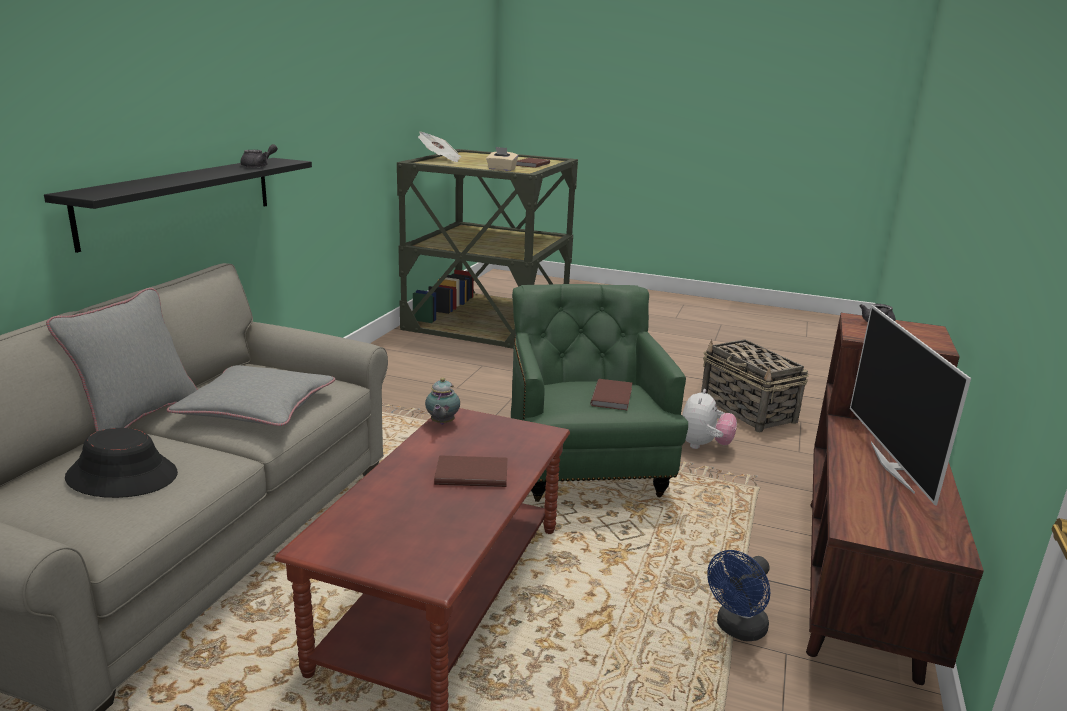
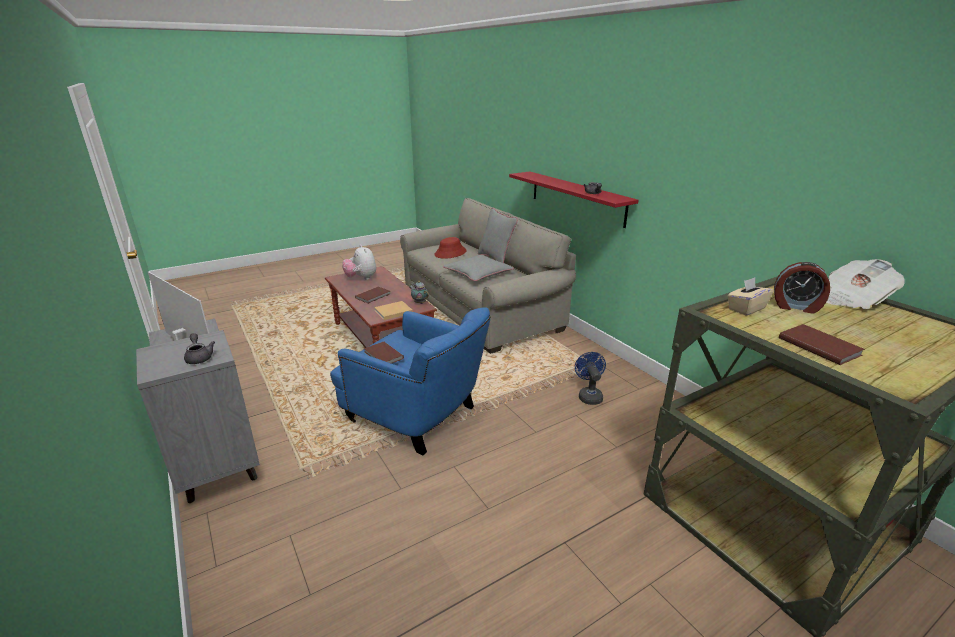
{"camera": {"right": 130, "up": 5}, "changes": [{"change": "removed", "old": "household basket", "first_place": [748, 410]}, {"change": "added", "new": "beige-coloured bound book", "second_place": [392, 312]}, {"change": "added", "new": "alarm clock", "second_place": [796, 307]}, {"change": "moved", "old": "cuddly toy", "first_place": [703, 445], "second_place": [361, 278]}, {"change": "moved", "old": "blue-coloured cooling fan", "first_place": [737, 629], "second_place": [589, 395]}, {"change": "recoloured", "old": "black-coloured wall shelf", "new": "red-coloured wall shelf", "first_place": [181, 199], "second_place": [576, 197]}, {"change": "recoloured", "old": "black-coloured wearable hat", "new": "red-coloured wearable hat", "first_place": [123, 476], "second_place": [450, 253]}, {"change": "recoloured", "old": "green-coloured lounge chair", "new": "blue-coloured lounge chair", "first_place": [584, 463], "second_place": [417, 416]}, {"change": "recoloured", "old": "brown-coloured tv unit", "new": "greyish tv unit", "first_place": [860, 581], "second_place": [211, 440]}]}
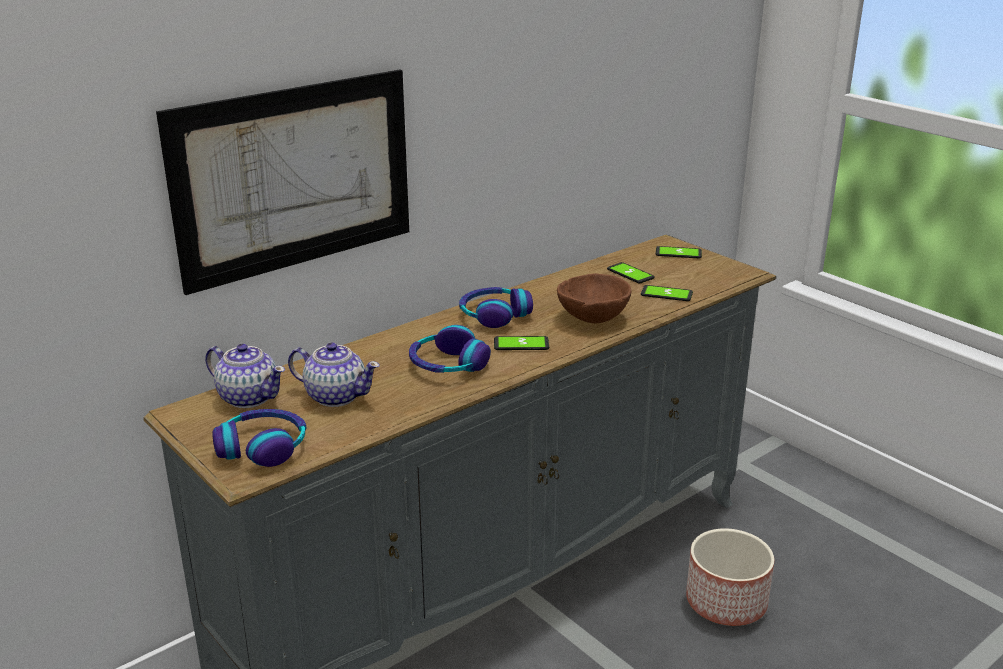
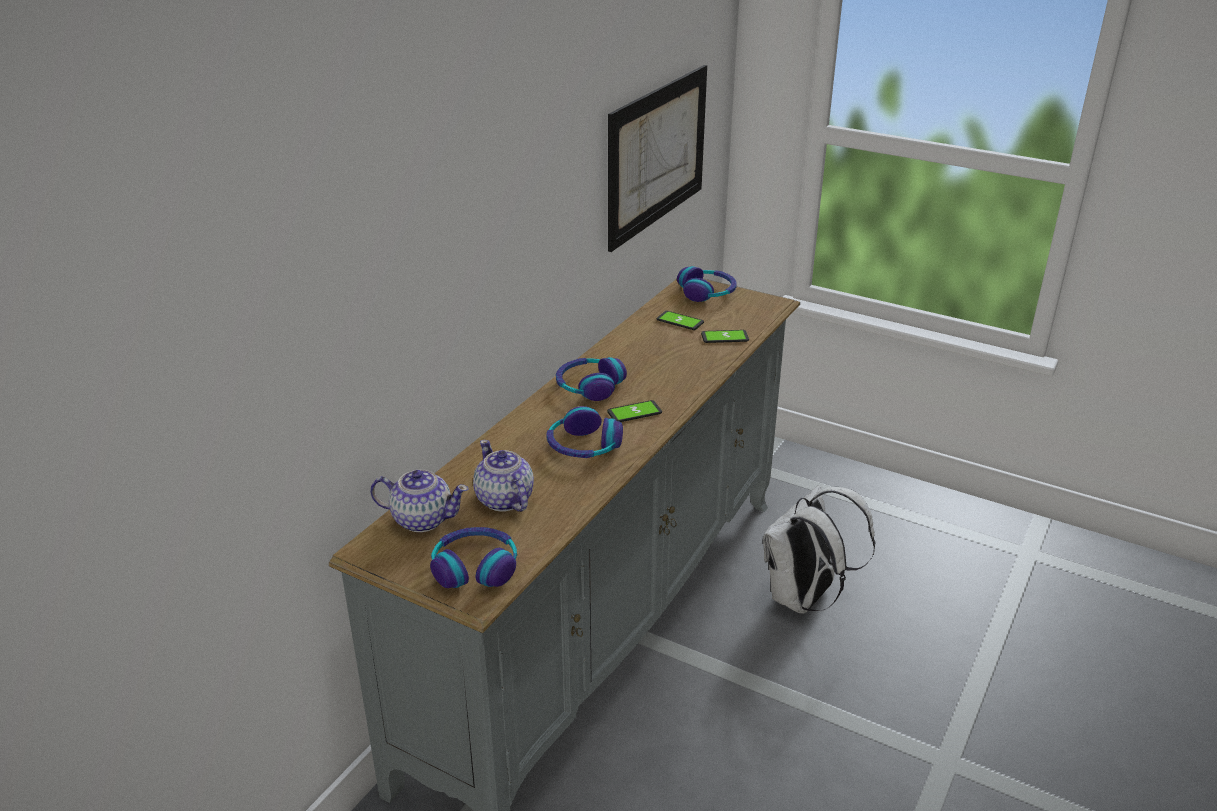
{"camera": {"right": -20, "up": 5}, "changes": [{"change": "removed", "old": "brown-coloured deep dish", "first_place": [592, 318]}, {"change": "moved", "old": "picture", "first_place": [295, 177], "second_place": [657, 154]}, {"change": "replaced", "old": "phone", "new": "headset", "first_place": [678, 253], "second_place": [707, 292]}, {"change": "replaced", "old": "flower pot", "new": "whitish rucksack", "first_place": [726, 603], "second_place": [804, 598]}, {"change": "turned", "old": "pot for tea", "first_place": [335, 396], "second_place": [504, 500], "degrees": -120}]}
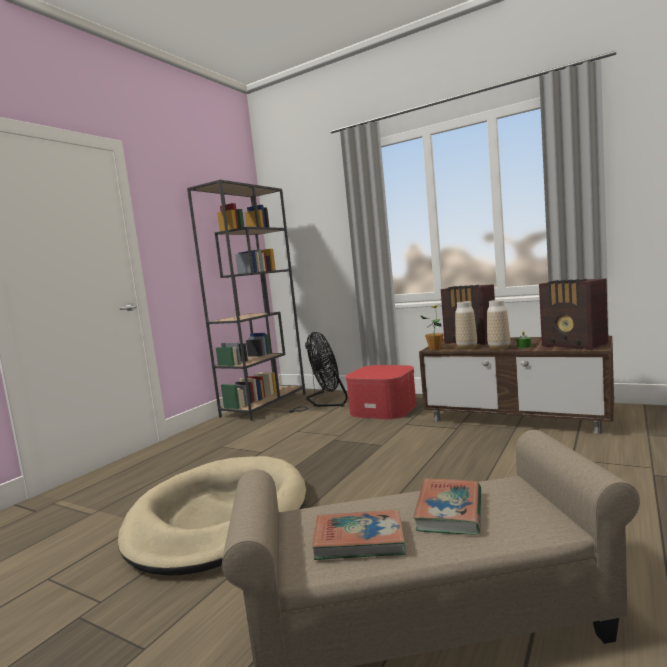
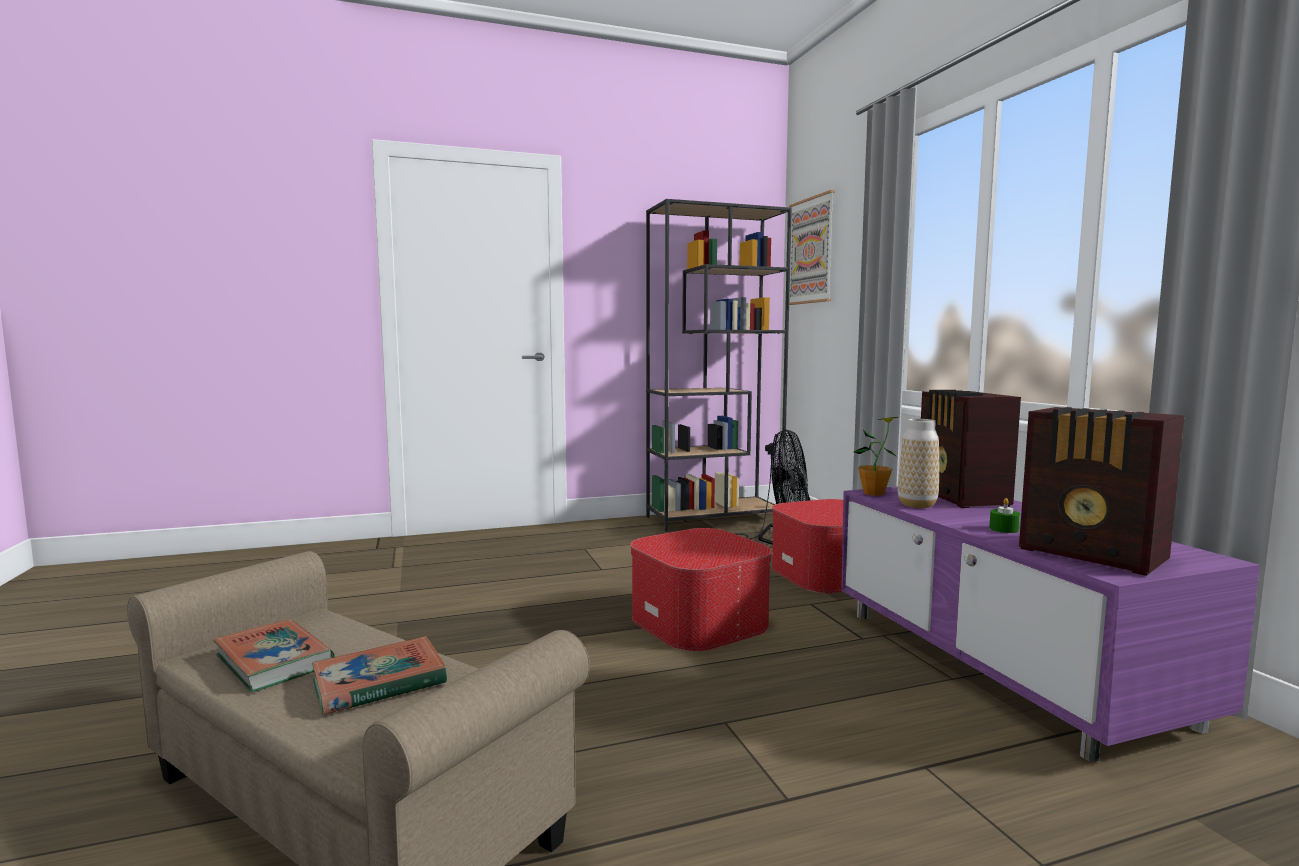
{"camera": {"right": 40, "up": 0}, "changes": [{"change": "removed", "old": "beige-coloured pet bed", "first_place": [219, 518]}, {"change": "removed", "old": "flower vase", "first_place": [499, 348]}, {"change": "added", "new": "footrest", "second_place": [699, 621]}, {"change": "added", "new": "picture", "second_place": [811, 251]}, {"change": "recoloured", "old": "brown-coloured tv unit", "new": "purplish tv unit", "first_place": [518, 416], "second_place": [1001, 665]}, {"change": "turned", "old": "radio receiver", "first_place": [575, 345], "second_place": [1094, 555], "degrees": -45}]}
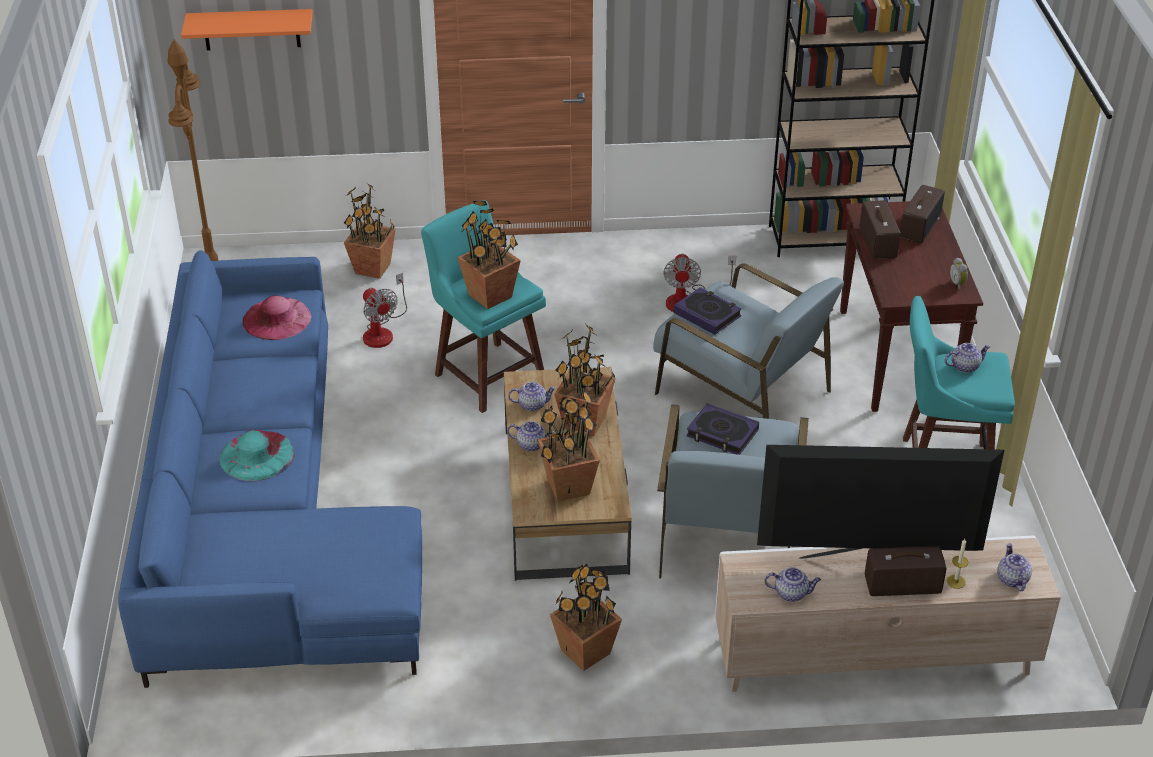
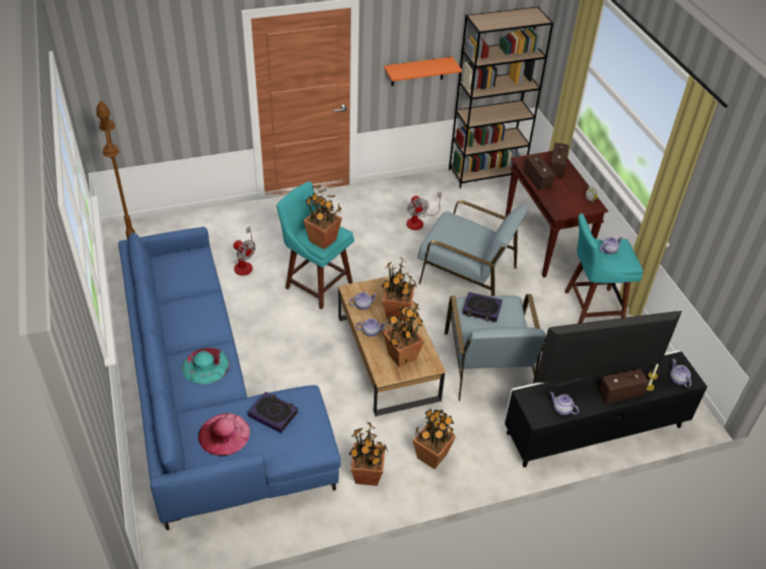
{"camera": {"right": -15, "up": 5}, "changes": [{"change": "moved", "old": "orangey wall shelf", "first_place": [251, 29], "second_place": [417, 71]}, {"change": "moved", "old": "pink wearable hat", "first_place": [277, 319], "second_place": [224, 434]}, {"change": "moved", "old": "plant in a pot", "first_place": [372, 269], "second_place": [367, 476]}, {"change": "moved", "old": "bound book", "first_place": [707, 314], "second_place": [273, 414]}, {"change": "recoloured", "old": "beige-coloured tv unit", "new": "black-coloured tv unit", "first_place": [873, 656], "second_place": [594, 430]}, {"change": "turned", "old": "pot for tea", "first_place": [791, 593], "second_place": [561, 409], "degrees": -135}]}
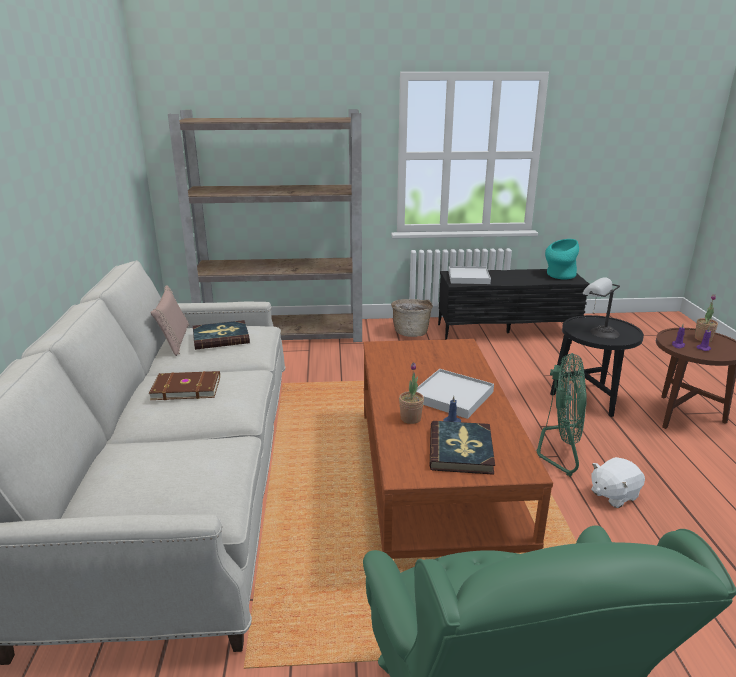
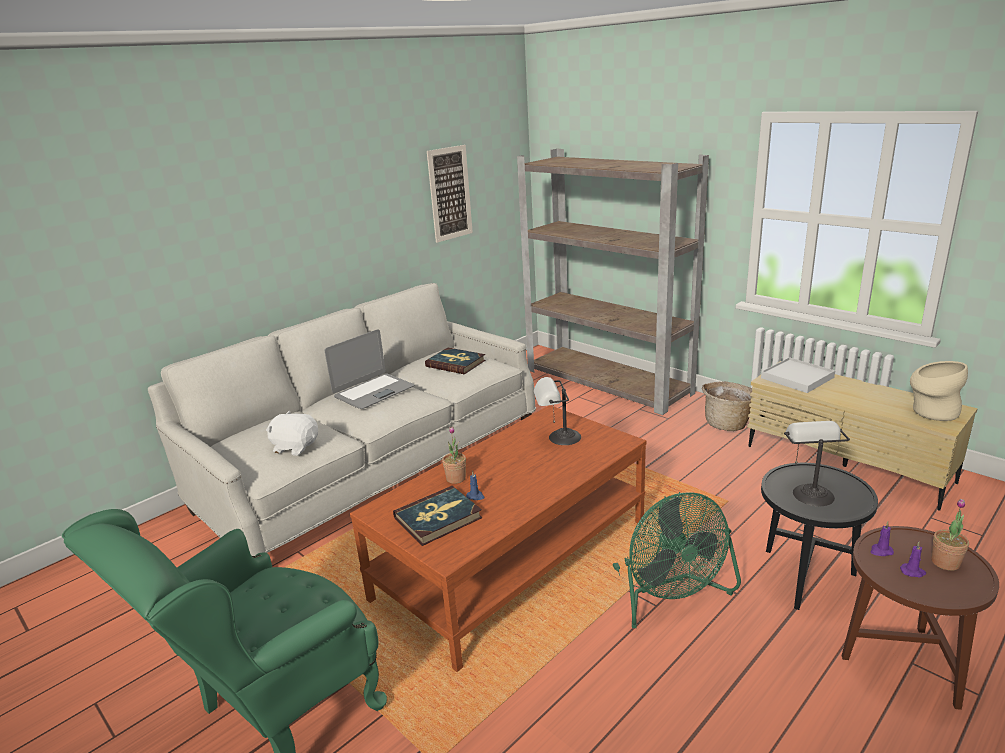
{"camera": {"right": 50, "up": 0}, "changes": [{"change": "removed", "old": "beige-coloured throw pillow", "first_place": [174, 340]}, {"change": "removed", "old": "whitish carrying tray", "first_place": [452, 396]}, {"change": "added", "new": "picture", "second_place": [450, 193]}, {"change": "added", "new": "tabletop lamp", "second_place": [558, 438]}, {"change": "moved", "old": "whitish cuddly toy", "first_place": [613, 494], "second_place": [295, 447]}, {"change": "replaced", "old": "brown-coloured bound book", "new": "laptop", "first_place": [186, 388], "second_place": [373, 392]}, {"change": "recoloured", "old": "black-coloured tv unit", "new": "beige-coloured tv unit", "first_place": [507, 332], "second_place": [846, 465]}, {"change": "recoloured", "old": "turquoise flower vase", "new": "beige-coloured flower vase", "first_place": [558, 276], "second_place": [930, 412]}]}
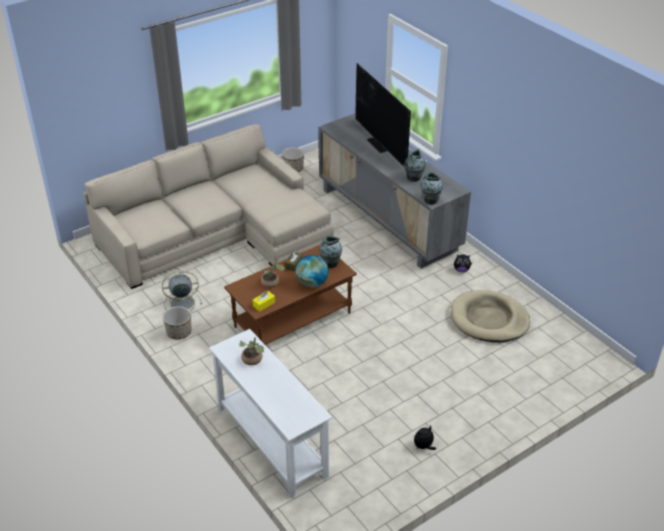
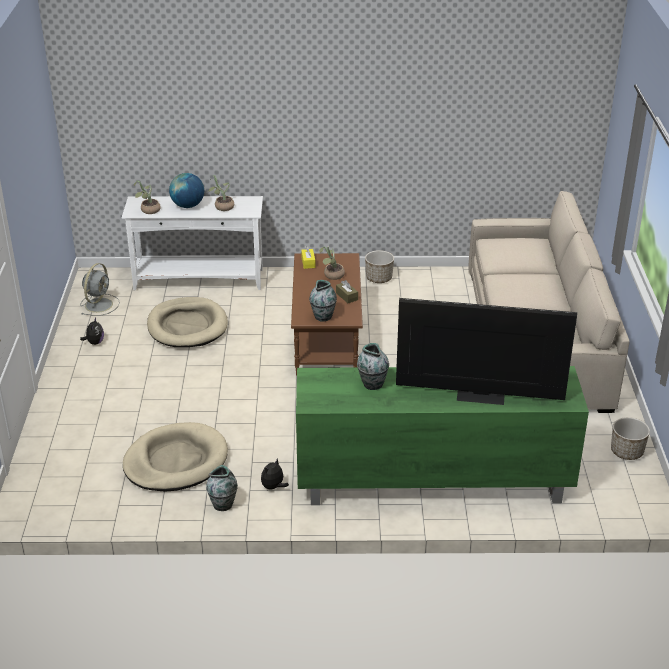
{"camera": {"right": 125, "up": -5}, "changes": [{"change": "added", "new": "plant in a pot", "second_place": [148, 210]}, {"change": "added", "new": "beige-coloured pet bed", "second_place": [187, 326]}, {"change": "moved", "old": "greyish cooling fan", "first_place": [181, 303], "second_place": [99, 304]}, {"change": "moved", "old": "desk globe", "first_place": [312, 283], "second_place": [188, 206]}, {"change": "moved", "old": "flower vase", "first_place": [430, 200], "second_place": [223, 504]}, {"change": "recoloured", "old": "greyish tv unit", "new": "green-coloured tv unit", "first_place": [388, 219], "second_place": [432, 479]}]}
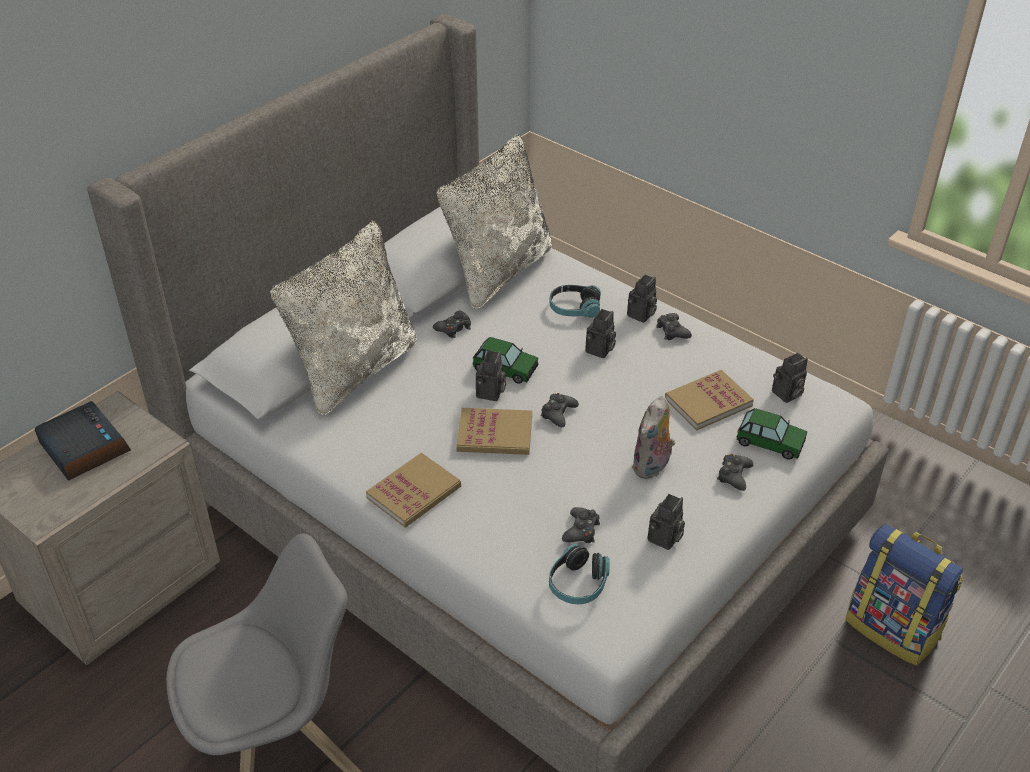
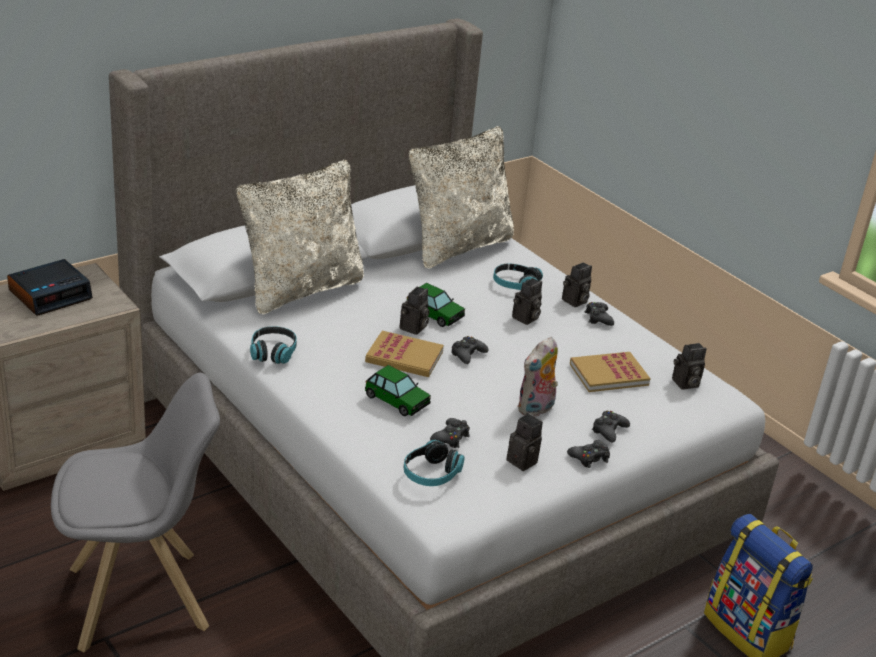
{"camera": {"right": 10, "up": -10}, "changes": [{"change": "removed", "old": "bound book", "first_place": [414, 492]}, {"change": "added", "new": "headset", "second_place": [273, 352]}, {"change": "moved", "old": "black-coloured gamepad", "first_place": [454, 328], "second_place": [589, 457]}, {"change": "moved", "old": "miniature car", "first_place": [770, 442], "second_place": [397, 400]}, {"change": "turned", "old": "alarm clock", "first_place": [83, 448], "second_place": [51, 294], "degrees": 75}, {"change": "turned", "old": "still camera", "first_place": [665, 539], "second_place": [524, 461], "degrees": -90}]}
